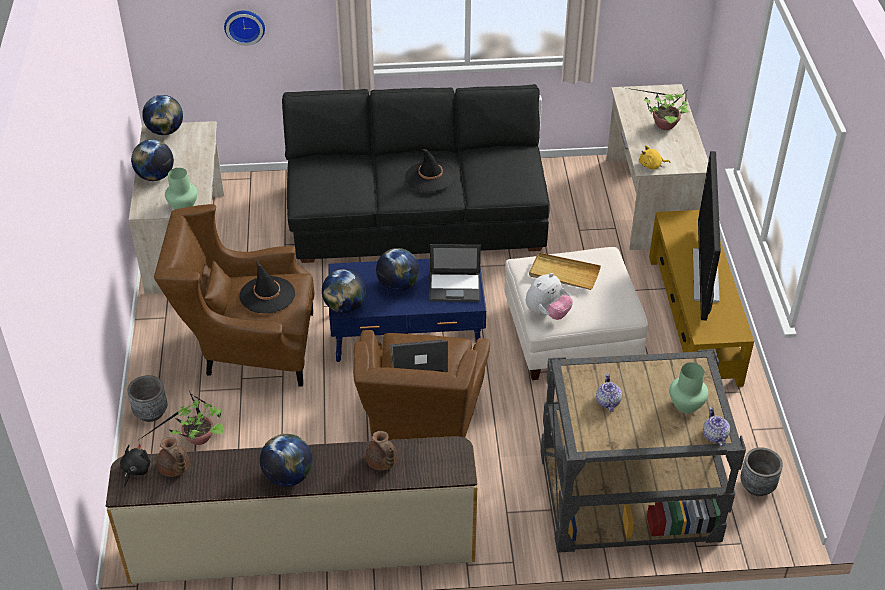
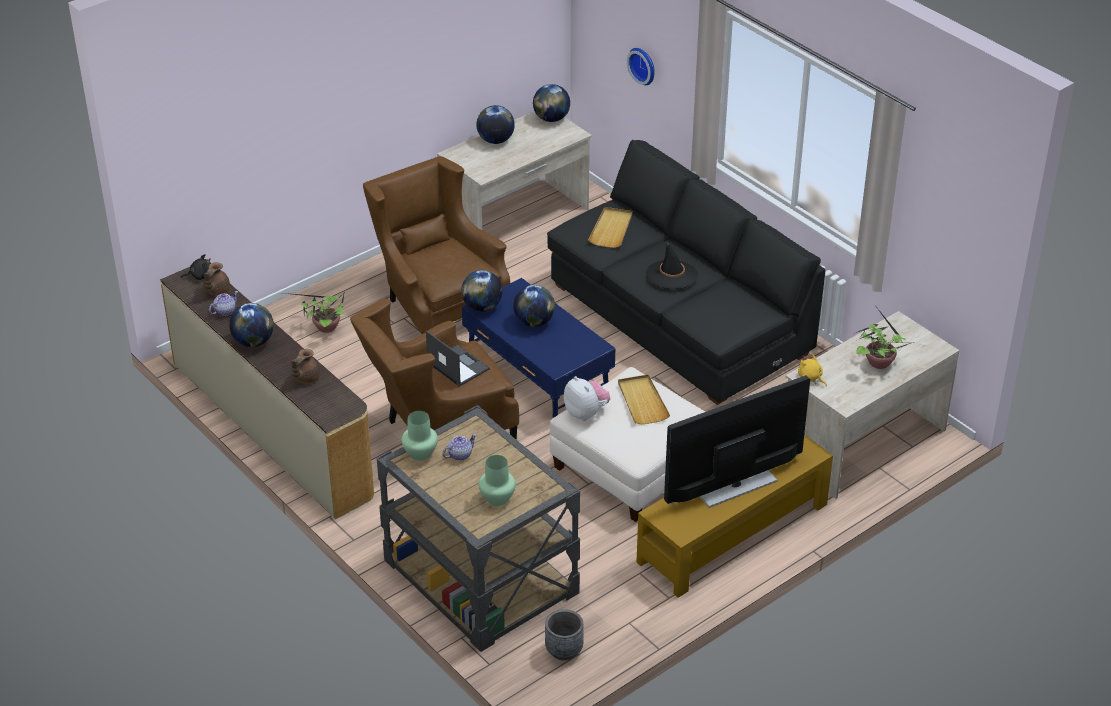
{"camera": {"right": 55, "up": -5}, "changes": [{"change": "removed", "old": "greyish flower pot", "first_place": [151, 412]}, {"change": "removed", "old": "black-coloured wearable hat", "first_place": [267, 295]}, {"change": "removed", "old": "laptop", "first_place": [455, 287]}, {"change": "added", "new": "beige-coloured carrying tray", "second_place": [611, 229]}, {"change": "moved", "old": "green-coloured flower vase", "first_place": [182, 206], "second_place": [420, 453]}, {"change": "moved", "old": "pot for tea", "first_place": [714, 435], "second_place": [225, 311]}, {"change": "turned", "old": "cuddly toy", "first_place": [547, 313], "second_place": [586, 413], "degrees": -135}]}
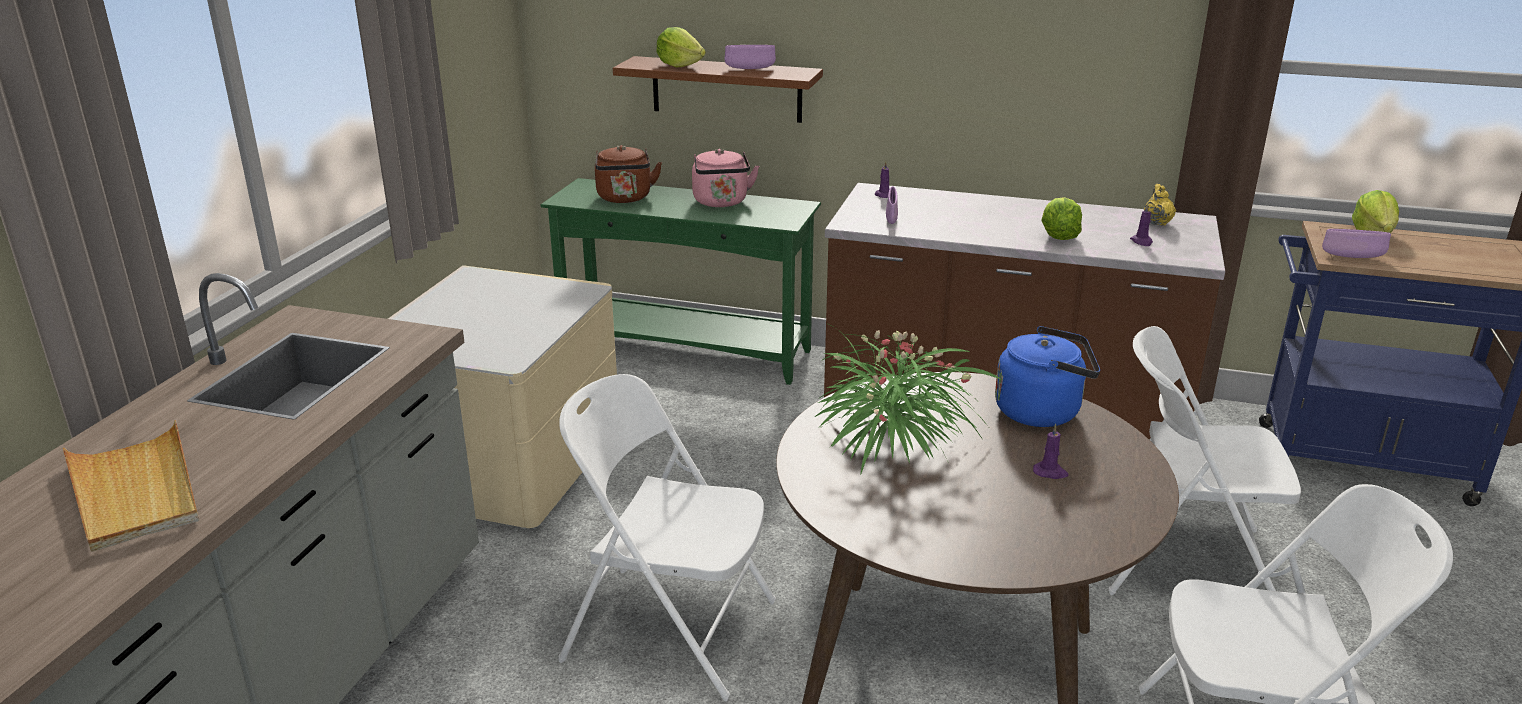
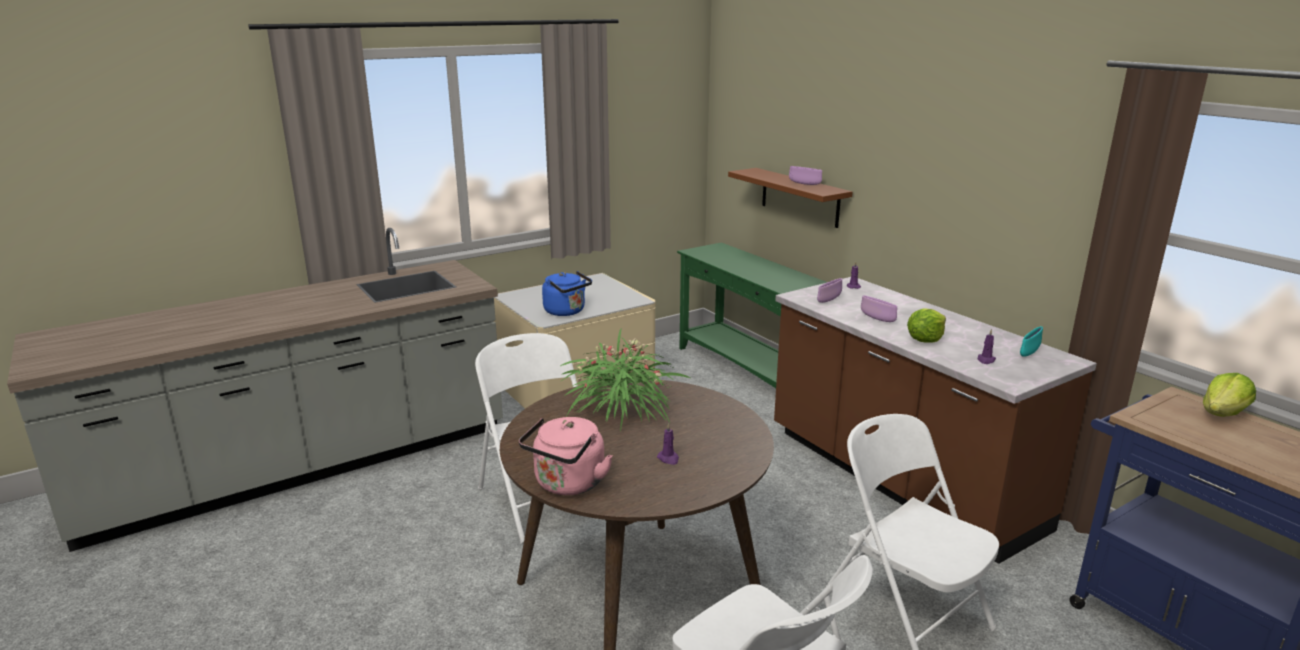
{"camera": {"right": 40, "up": -5}, "changes": [{"change": "removed", "old": "beige-coloured carrying tray", "first_place": [135, 491]}, {"change": "removed", "old": "brown-coloured kettle", "first_place": [625, 198]}, {"change": "removed", "old": "lettuce", "first_place": [680, 65]}, {"change": "moved", "old": "pink kettle", "first_place": [721, 203], "second_place": [567, 484]}, {"change": "moved", "old": "blue-coloured kettle", "first_place": [1042, 411], "second_place": [566, 312]}, {"change": "moved", "old": "purplish deep dish", "first_place": [1352, 257], "second_place": [877, 319]}, {"change": "replaced", "old": "yellow pot for tea", "new": "turquoise deep dish", "first_place": [1157, 222], "second_place": [1029, 353]}]}
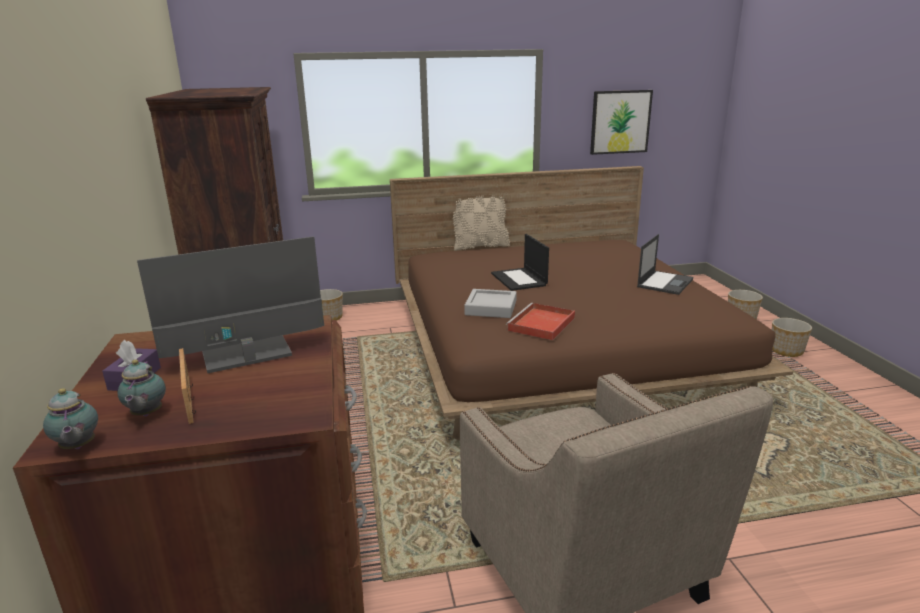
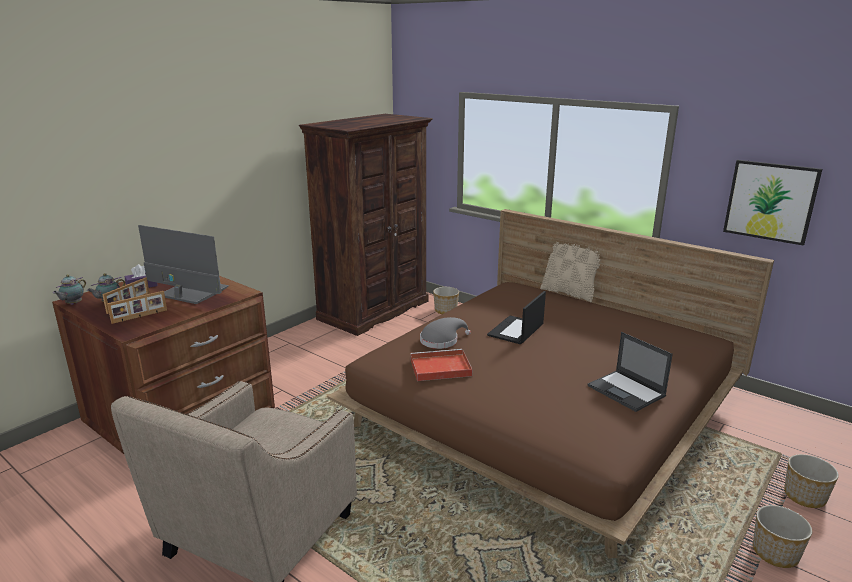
{"camera": {"right": 50, "up": 0}, "changes": [{"change": "added", "new": "standing frame", "second_place": [140, 317]}, {"change": "replaced", "old": "greyish carrying tray", "new": "greyish wearable hat", "first_place": [491, 308], "second_place": [441, 340]}, {"change": "turned", "old": "laptop", "first_place": [665, 282], "second_place": [627, 391], "degrees": 60}]}
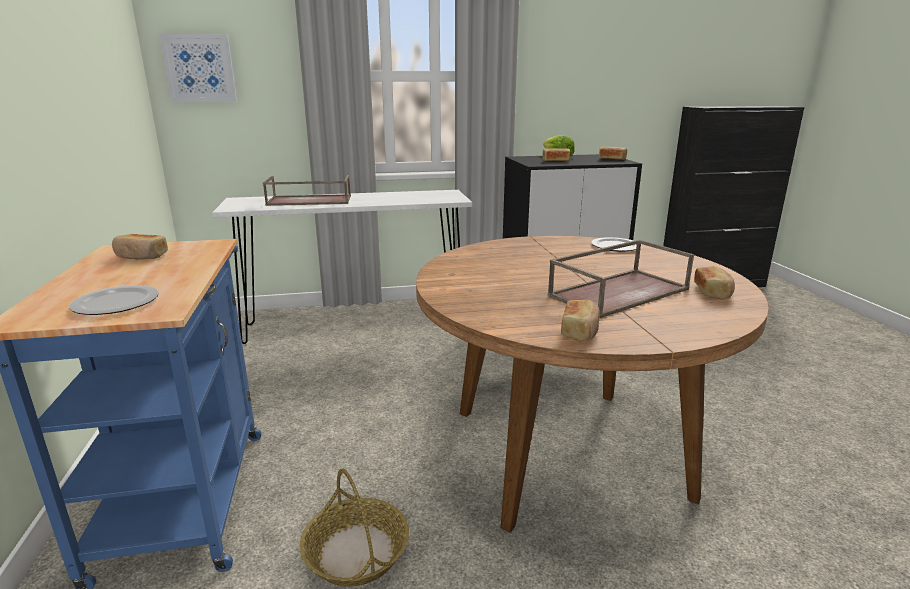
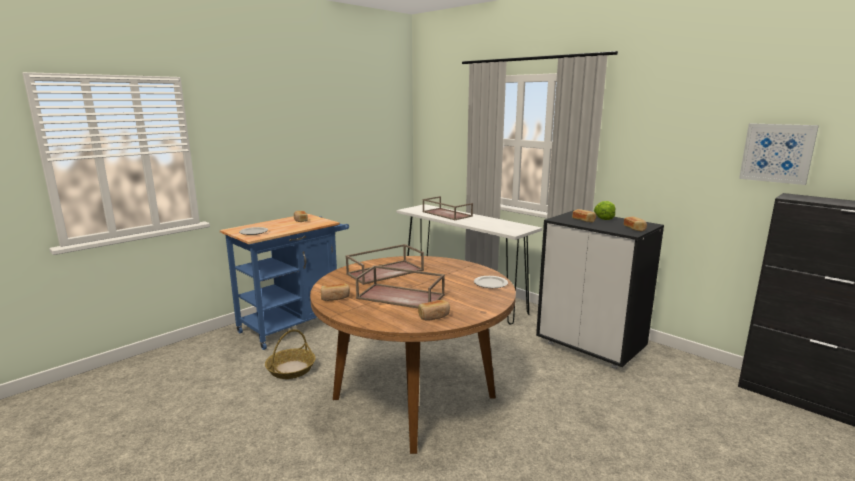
{"camera": {"right": 55, "up": -5}, "changes": [{"change": "added", "new": "brown-coloured carrying tray", "second_place": [385, 272]}, {"change": "moved", "old": "picture", "first_place": [200, 68], "second_place": [777, 153]}]}
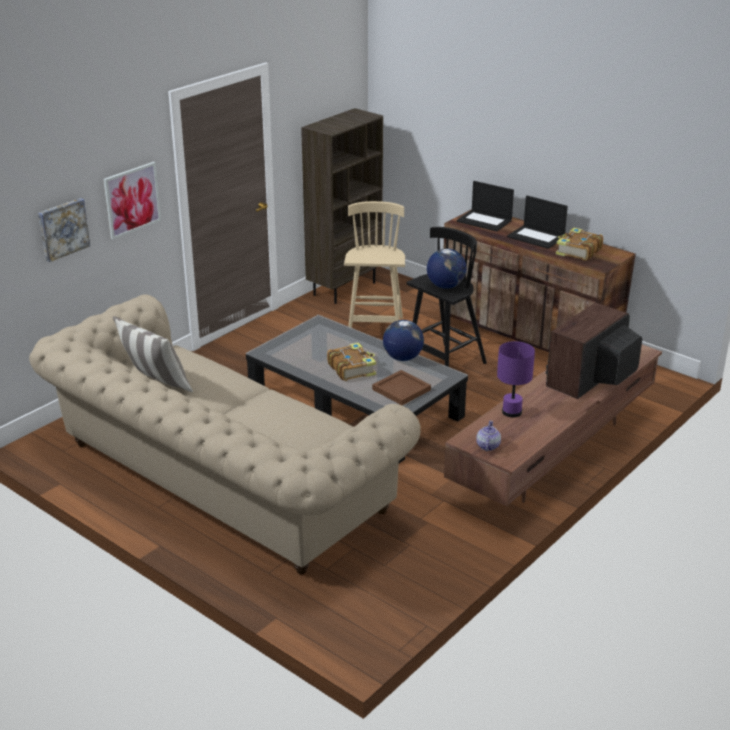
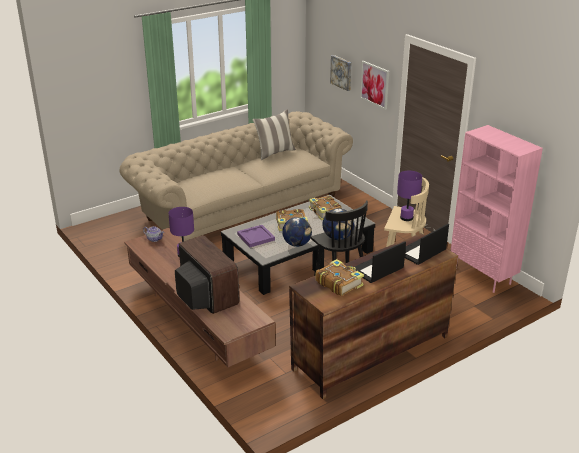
{"camera": {"right": 105, "up": 0}, "changes": [{"change": "added", "new": "bound book", "second_place": [324, 212]}, {"change": "added", "new": "purplish tabletop lamp", "second_place": [406, 217]}, {"change": "recoloured", "old": "brown-coloured shelving unit", "new": "pink shelving unit", "first_place": [344, 288], "second_place": [483, 276]}, {"change": "recoloured", "old": "brown-coloured carrying tray", "new": "purplish carrying tray", "first_place": [401, 389], "second_place": [256, 237]}]}
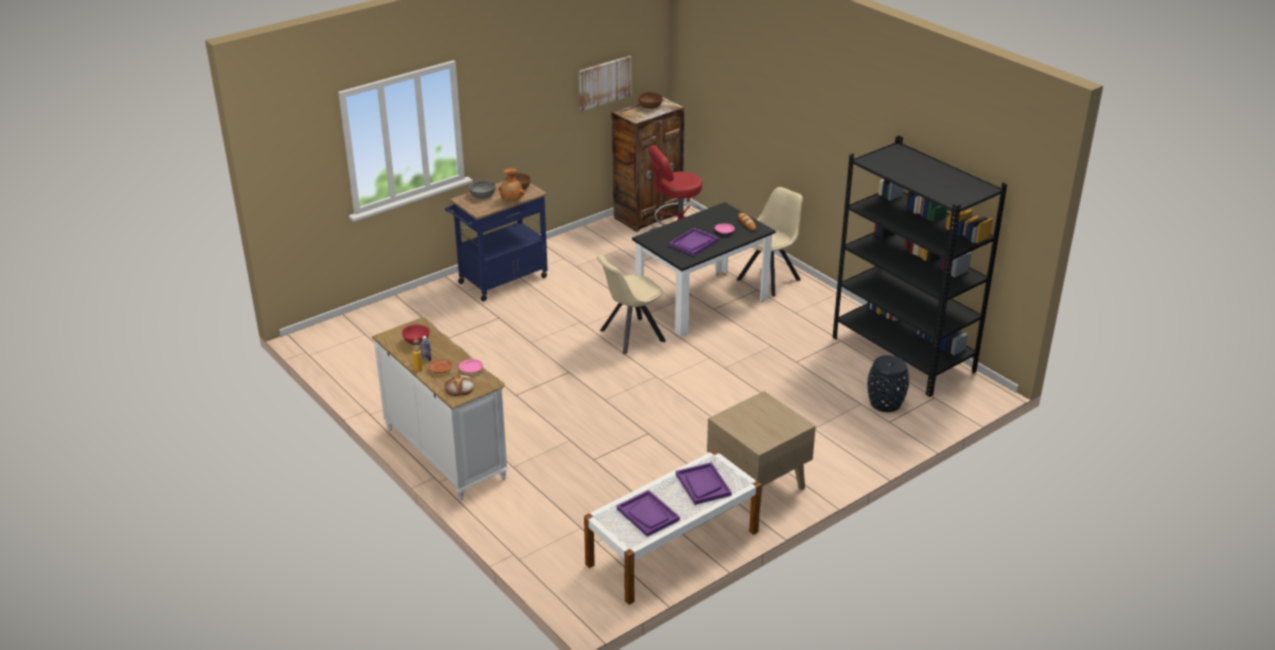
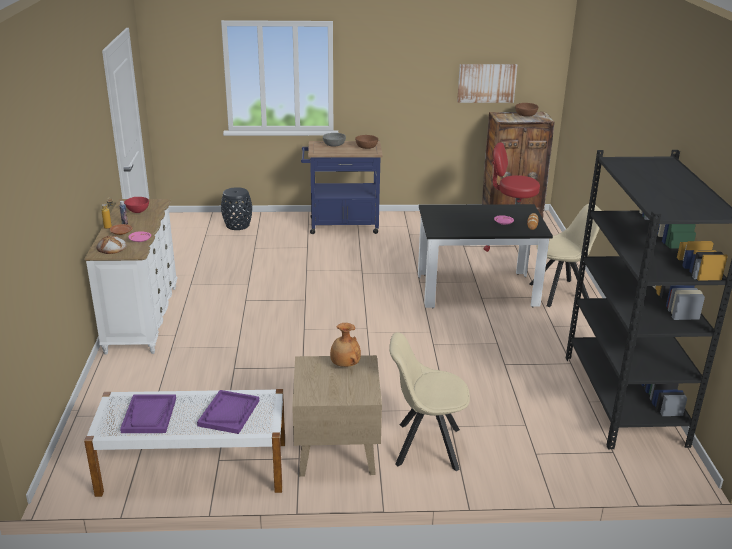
{"camera": {"right": 35, "up": -5}, "changes": [{"change": "removed", "old": "purplish carrying tray", "first_place": [694, 243]}, {"change": "moved", "old": "brown-coloured flower vase", "first_place": [511, 200], "second_place": [344, 364]}, {"change": "moved", "old": "beige-coloured upright chair", "first_place": [630, 336], "second_place": [425, 446]}, {"change": "moved", "old": "black-coloured sitting stool", "first_place": [885, 403], "second_place": [237, 225]}]}
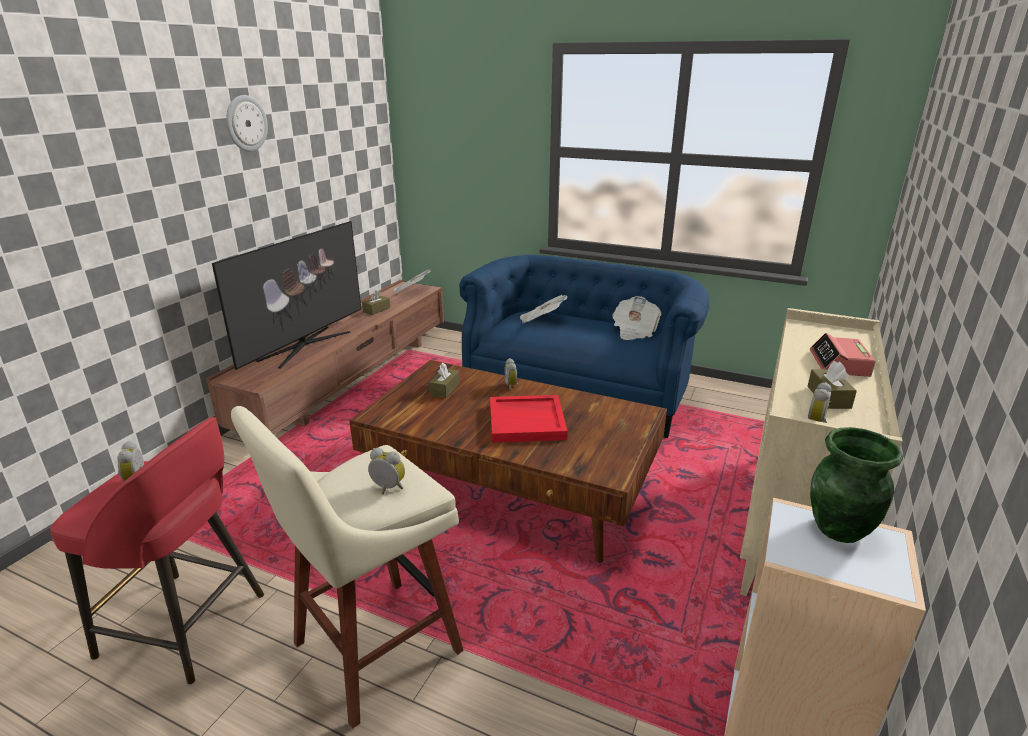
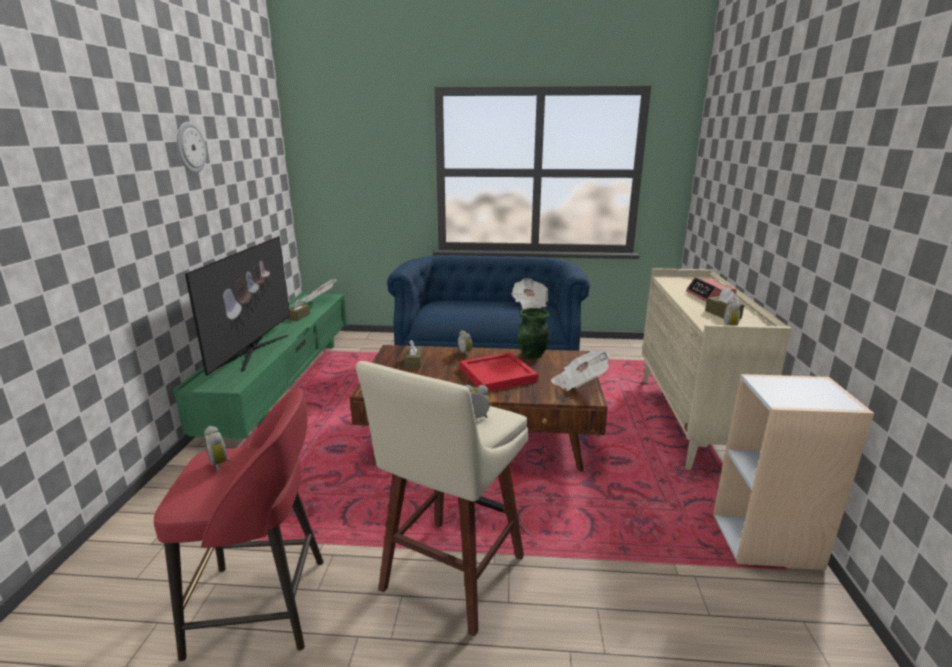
{"camera": {"right": -20, "up": -5}, "changes": [{"change": "moved", "old": "printed paper", "first_place": [541, 321], "second_place": [579, 383]}, {"change": "moved", "old": "green-coloured flower vase", "first_place": [839, 530], "second_place": [532, 355]}, {"change": "recoloured", "old": "brown-coloured tv unit", "new": "green-coloured tv unit", "first_place": [349, 376], "second_place": [283, 378]}]}
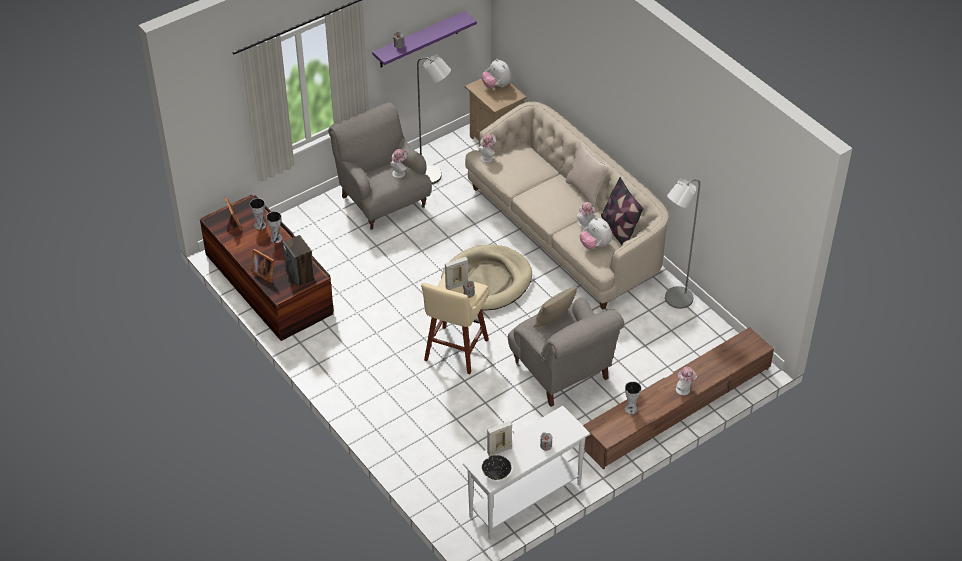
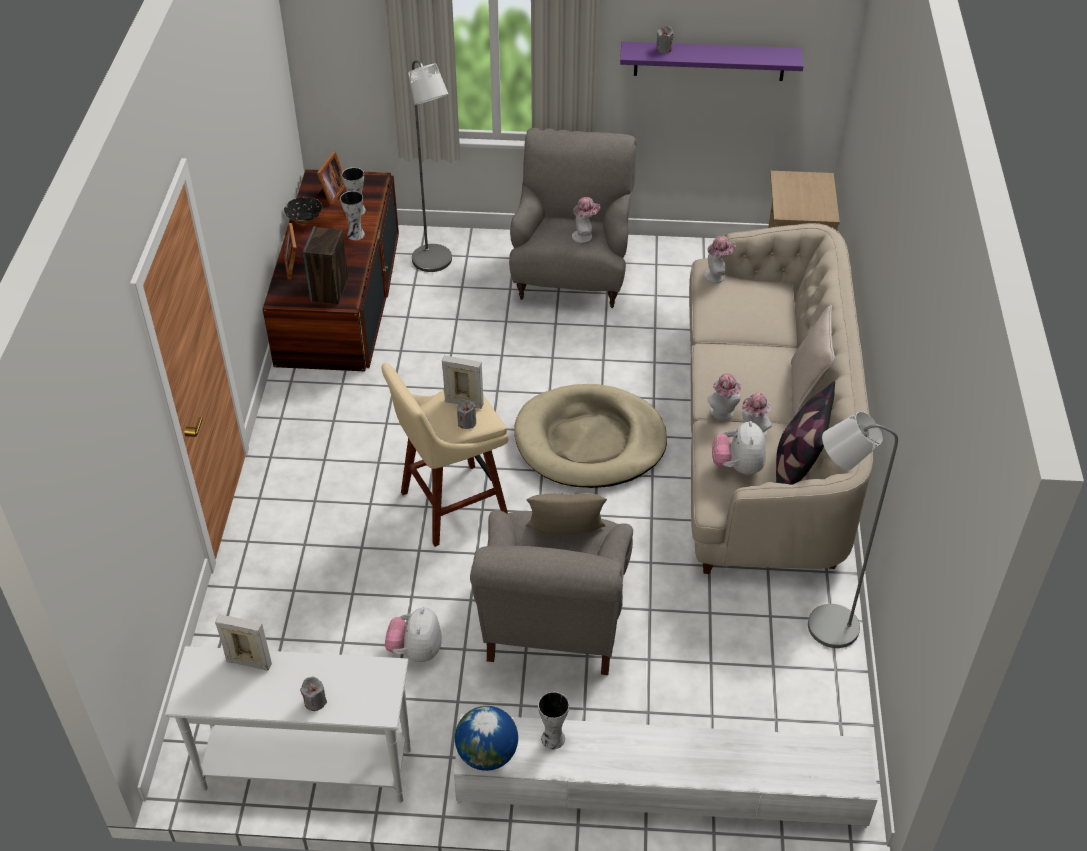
{"camera": {"right": 40, "up": 0}, "changes": [{"change": "added", "new": "desk globe", "second_place": [487, 754]}, {"change": "moved", "old": "greyish standing lamp", "first_place": [433, 177], "second_place": [435, 263]}, {"change": "moved", "old": "cuddly toy", "first_place": [496, 86], "second_place": [416, 650]}, {"change": "moved", "old": "black-coloured deep dish", "first_place": [496, 474], "second_place": [305, 219]}, {"change": "moved", "old": "wearable hat", "first_place": [684, 390], "second_place": [723, 413]}, {"change": "recoloured", "old": "brown-coloured tv unit", "new": "whitish tv unit", "first_place": [677, 408], "second_place": [660, 790]}]}
